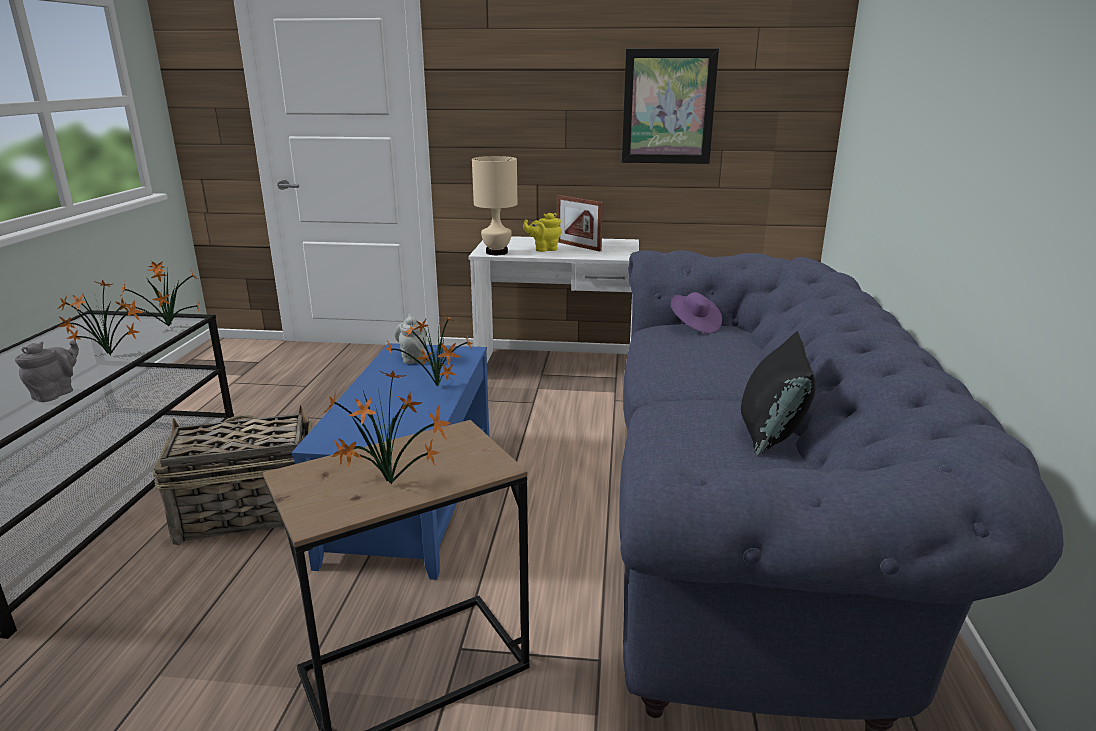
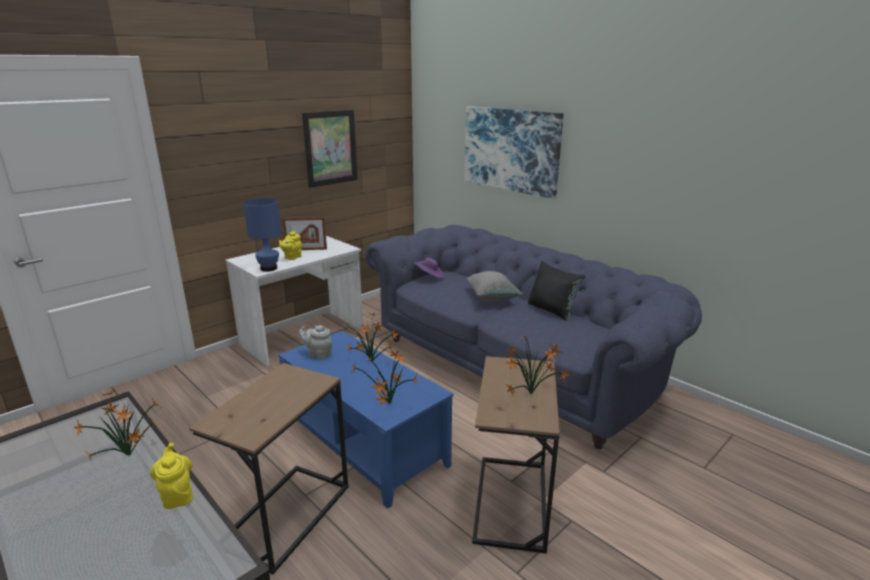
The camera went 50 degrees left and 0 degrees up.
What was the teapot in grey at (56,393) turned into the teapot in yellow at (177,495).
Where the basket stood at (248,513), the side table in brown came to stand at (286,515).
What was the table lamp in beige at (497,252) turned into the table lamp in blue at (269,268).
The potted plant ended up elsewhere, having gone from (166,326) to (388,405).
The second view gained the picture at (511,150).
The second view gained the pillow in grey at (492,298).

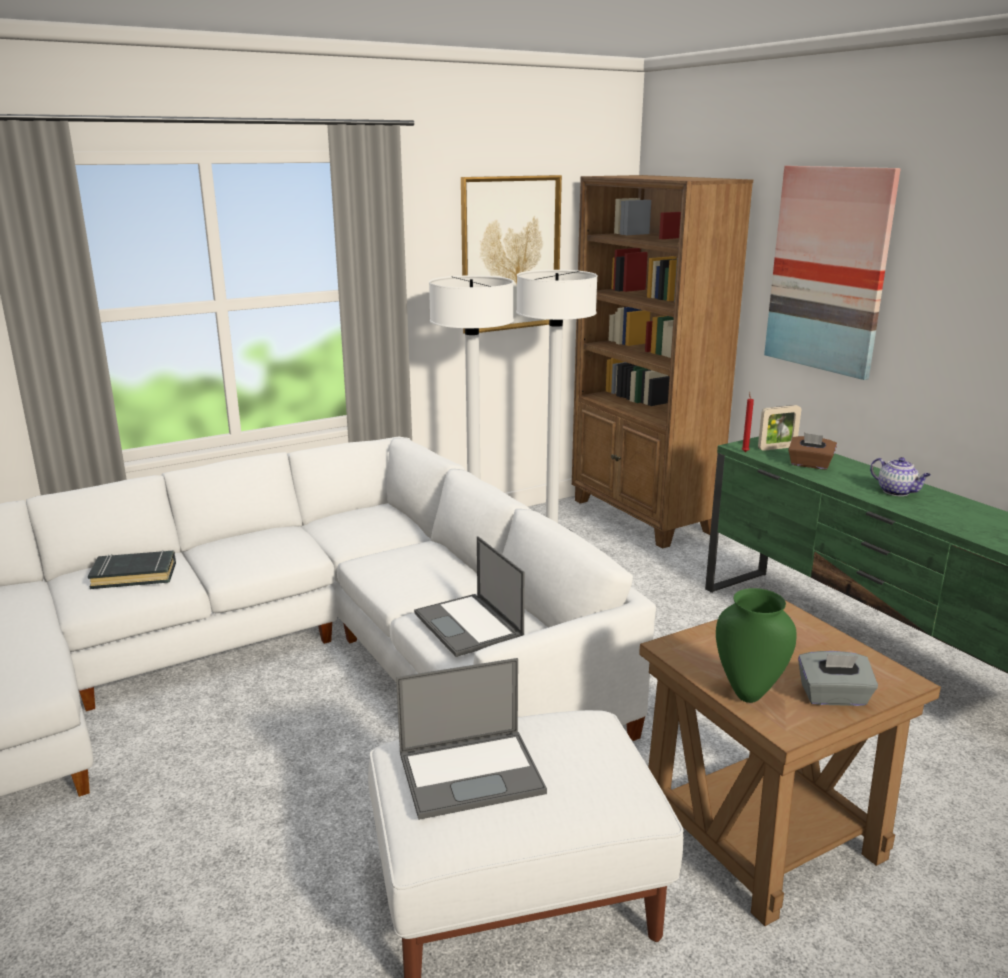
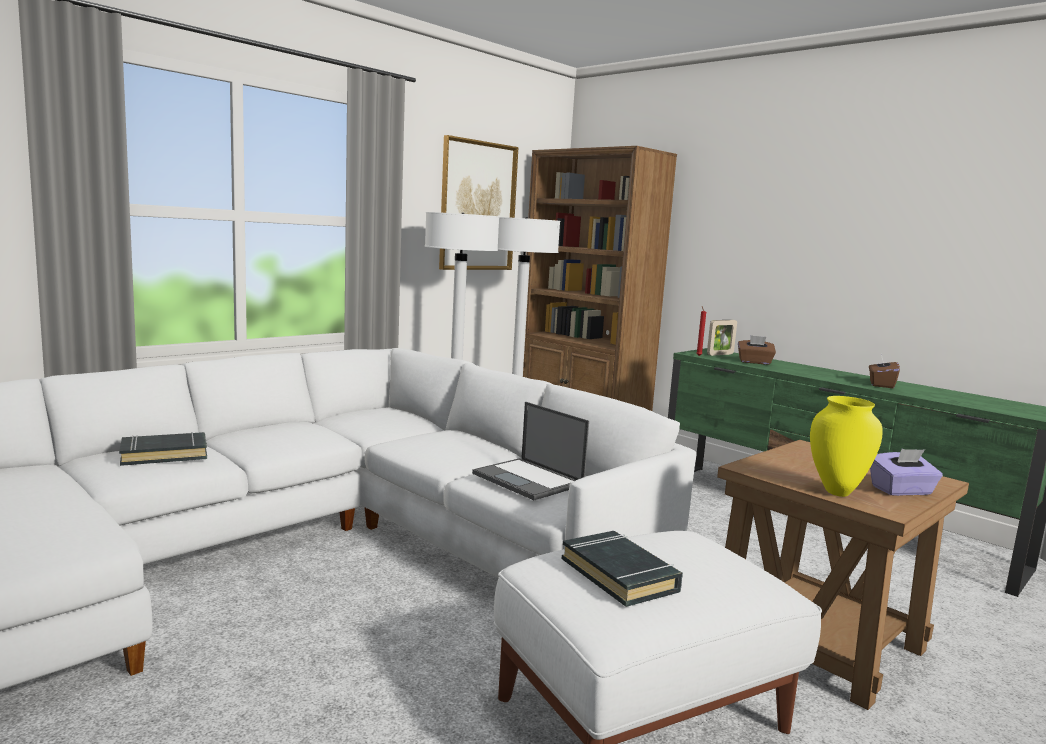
The camera went 15 degrees left and 10 degrees down.
Where the laptop stood at (472,772), the book in black came to stand at (620,575).
What was the vase in green at (749,693) turned into the vase in yellow at (836,491).
The second view gained the tissue box in brown at (881,385).
What was the tissue box in grey at (833,697) turned into the tissue box in purple at (901,491).
The second view lost the picture at (828,270).
The second view lost the teapot at (897,492).

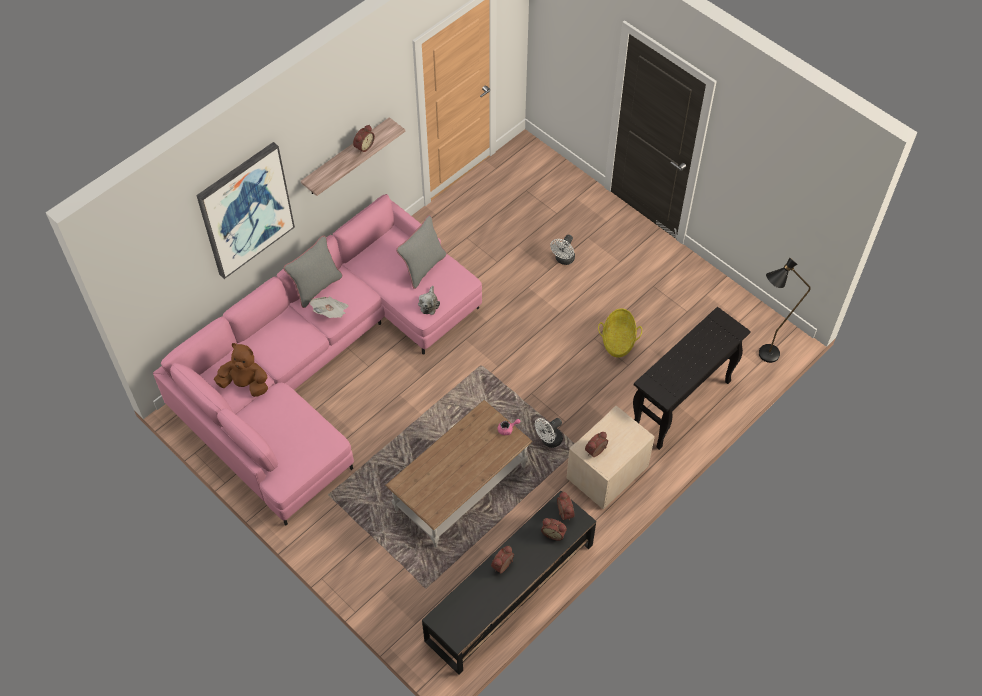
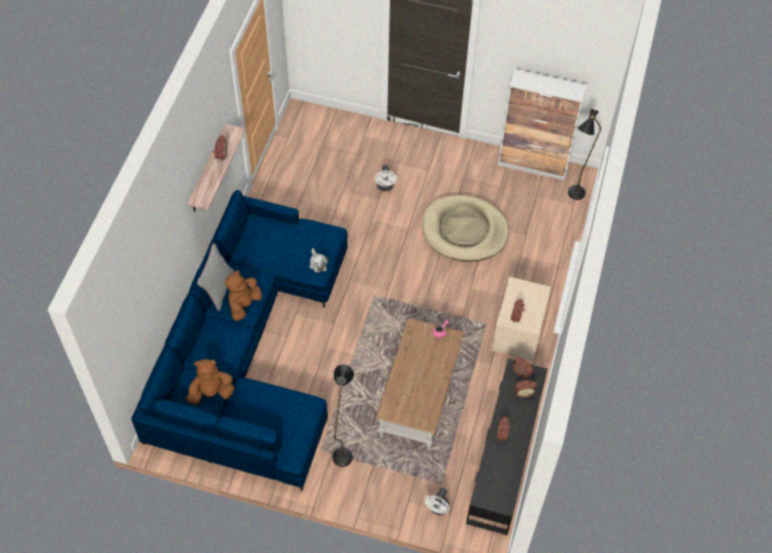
The camera went 30 degrees left and 0 degrees up.
What was the sofa in pink at (321,365) turned into the sofa in blue at (248,353).
Where the newspaper stood at (331,312), the plush toy in brown came to stand at (244,304).
The second view gained the floor lamp in black at (343,450).
Where the basket stood at (618,341), the dog bed in beige came to stand at (464,231).
The fan in white ended up elsewhere, having gone from (549,441) to (438,509).
The second view gained the cabinet at (533,164).
The second view lost the picture at (245,210).
The second view lost the pillow in grey at (423,268).
The second view lost the console table in black at (681,405).

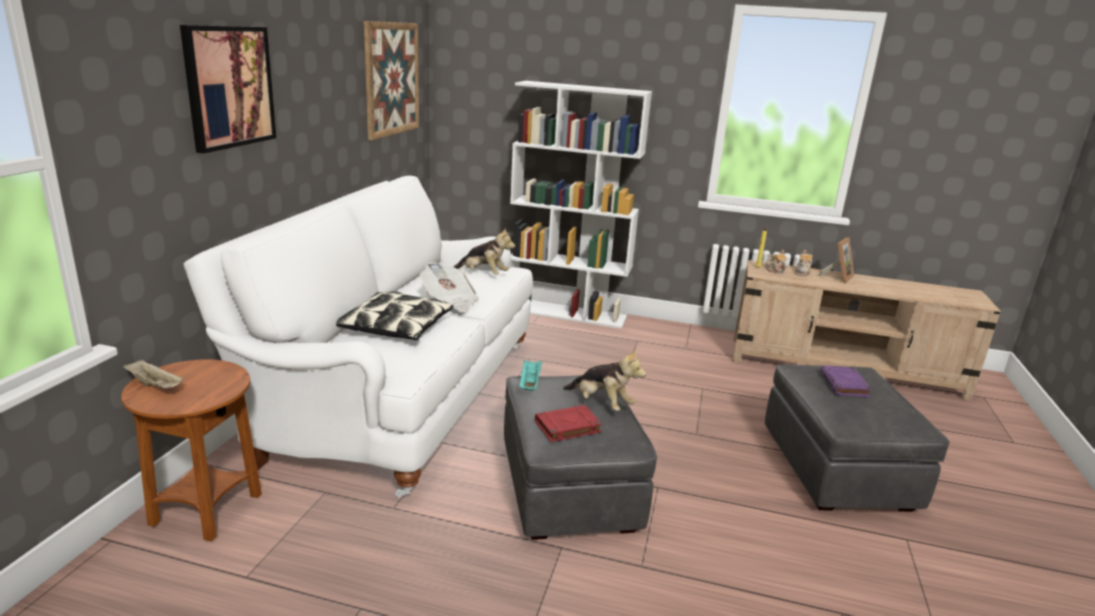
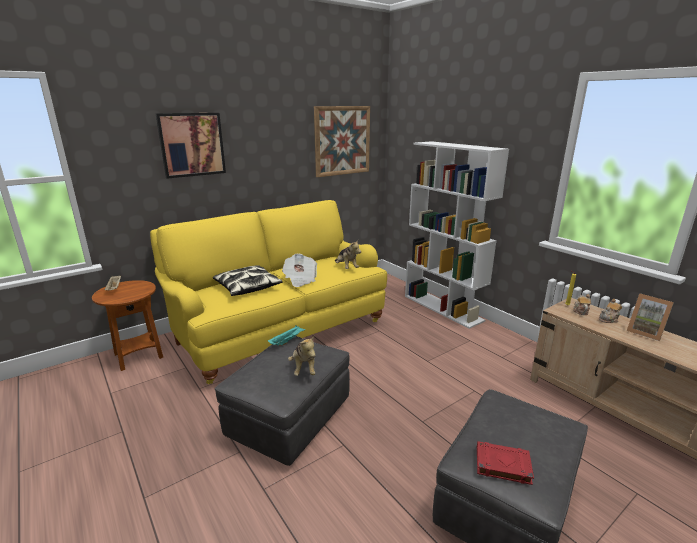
The camera went 40 degrees right and 0 degrees up.
What was the sofa in white at (396,396) turned into the sofa in yellow at (279,329).
The book in red ended up elsewhere, having gone from (567,427) to (502,465).
The picture frame at (837,277) ended up facing another way, 60 degrees clockwise from before.
The second view lost the book in purple at (844,385).

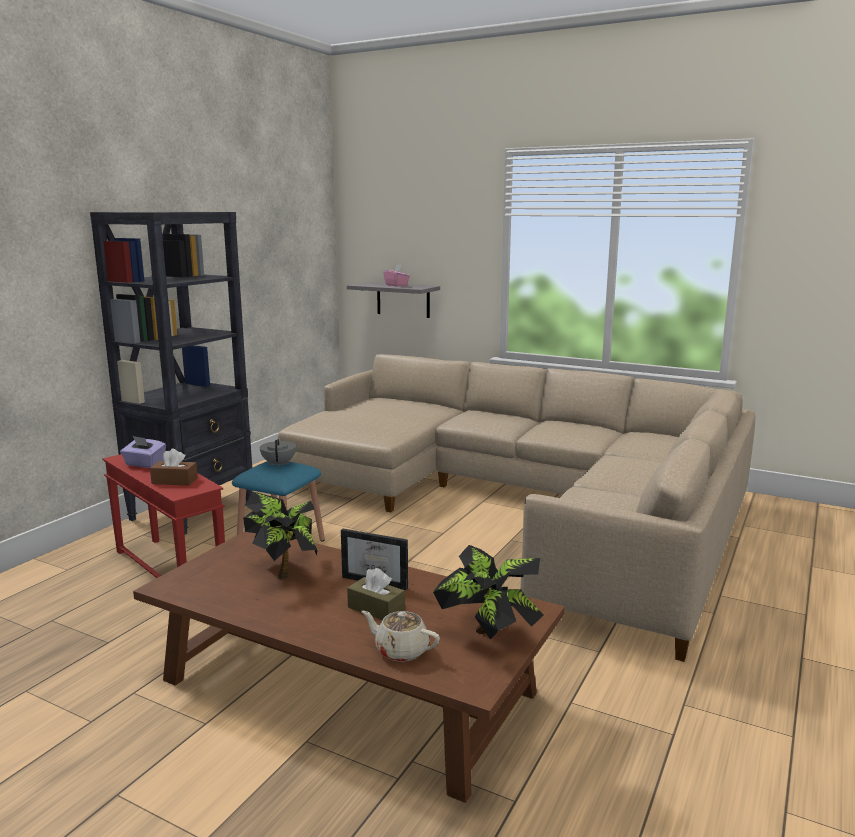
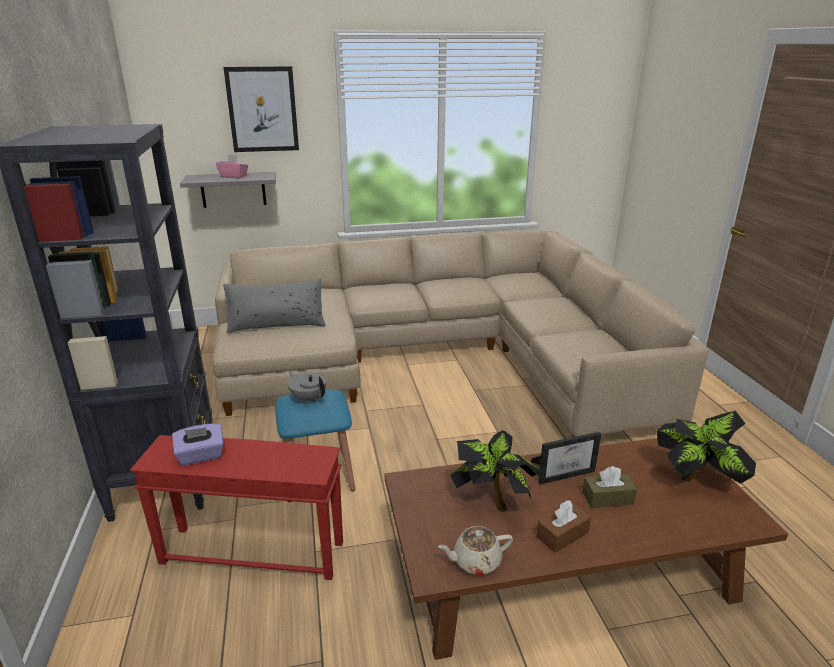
The camera went 40 degrees left and 10 degrees up.
The second view gained the picture at (262,109).
The second view gained the pillow in grey at (276,324).
The teapot in beige ended up elsewhere, having gone from (400,650) to (475,561).
The tissue box in brown ended up elsewhere, having gone from (174,481) to (562,535).

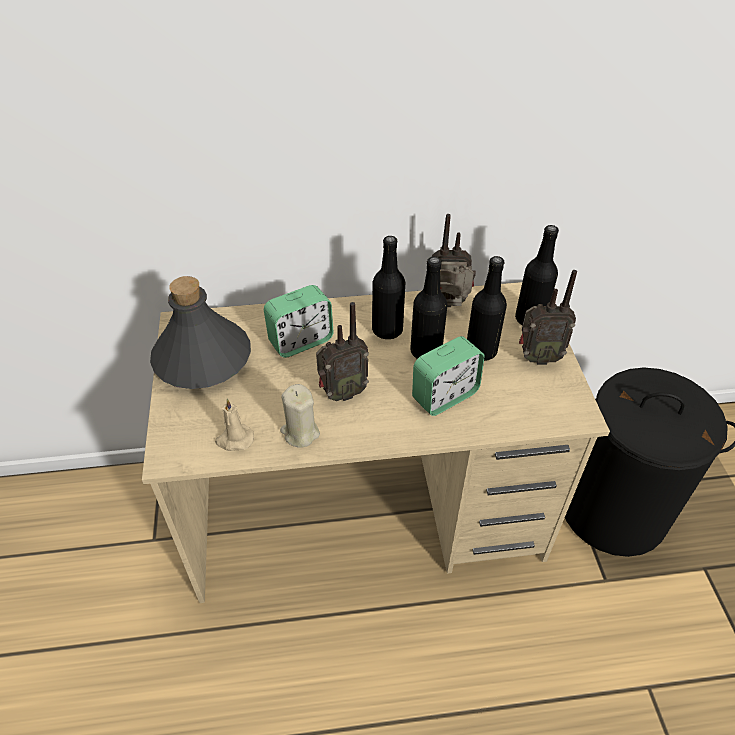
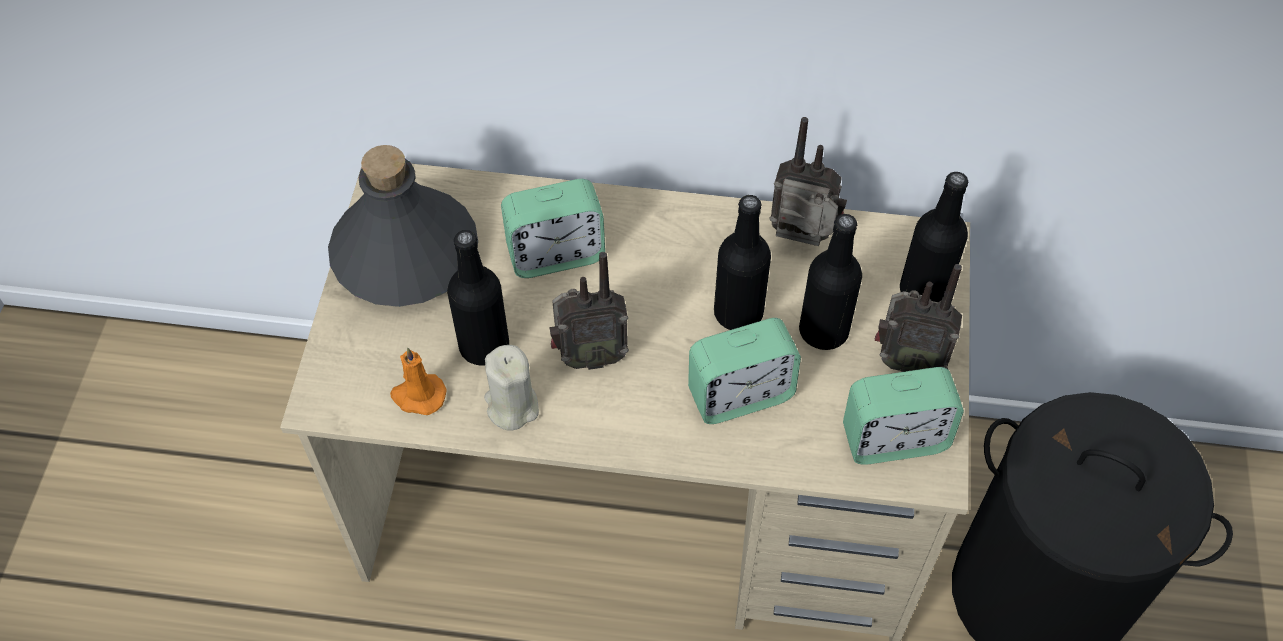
The camera went 15 degrees right and 10 degrees up.
What was the candle in beige at (234,439) turned into the candle in orange at (418,396).
The bottle in black ended up elsewhere, having gone from (387,330) to (484,346).
The second view gained the alarm clock at (894,438).

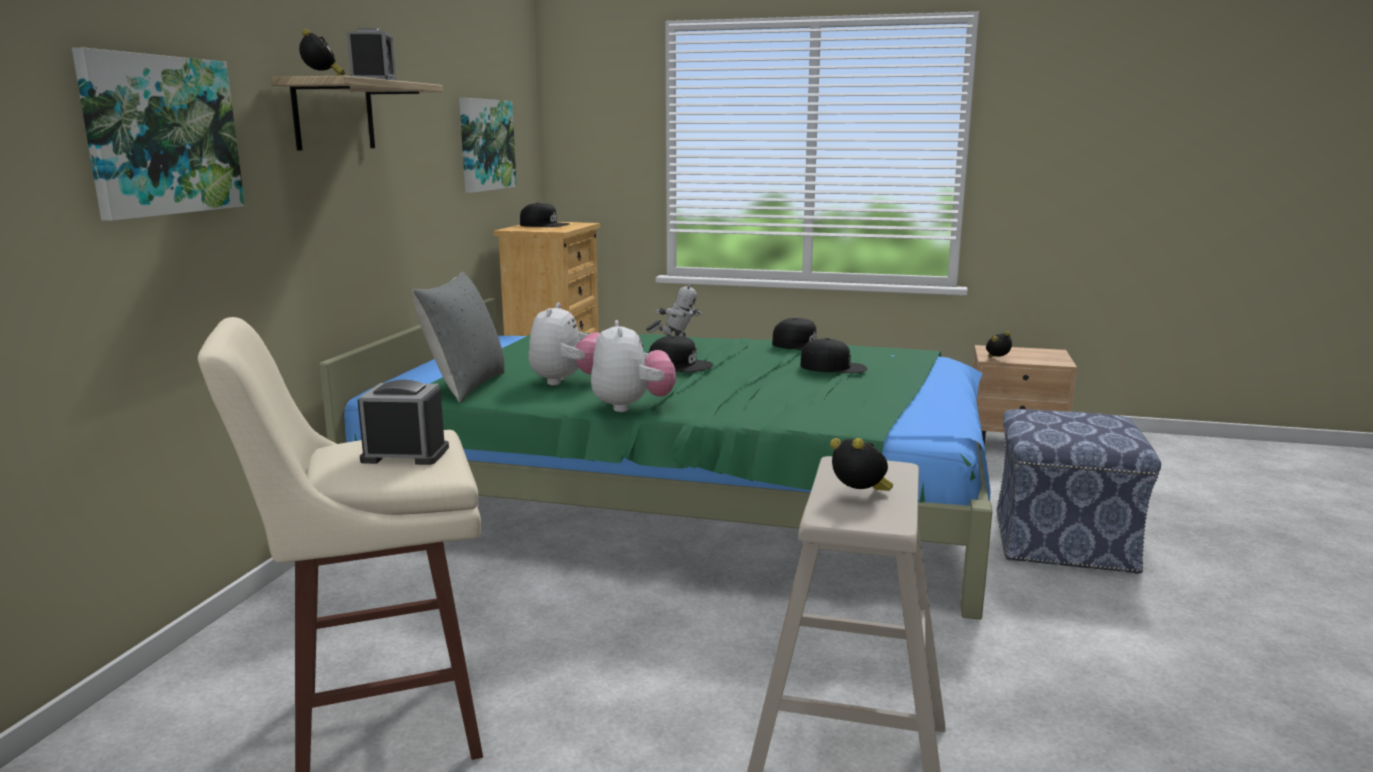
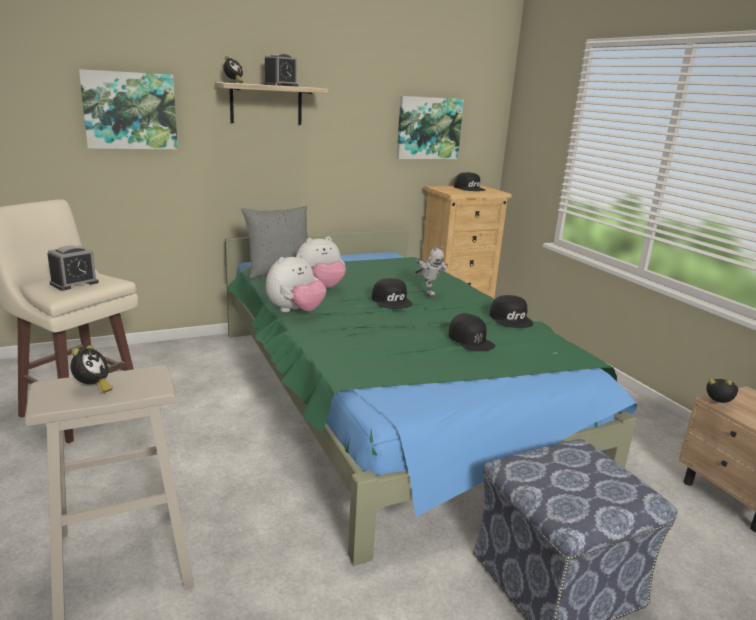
The camera went 50 degrees right and 5 degrees up.
The alarm clock at (405,454) ended up facing another way, 75 degrees clockwise from before.

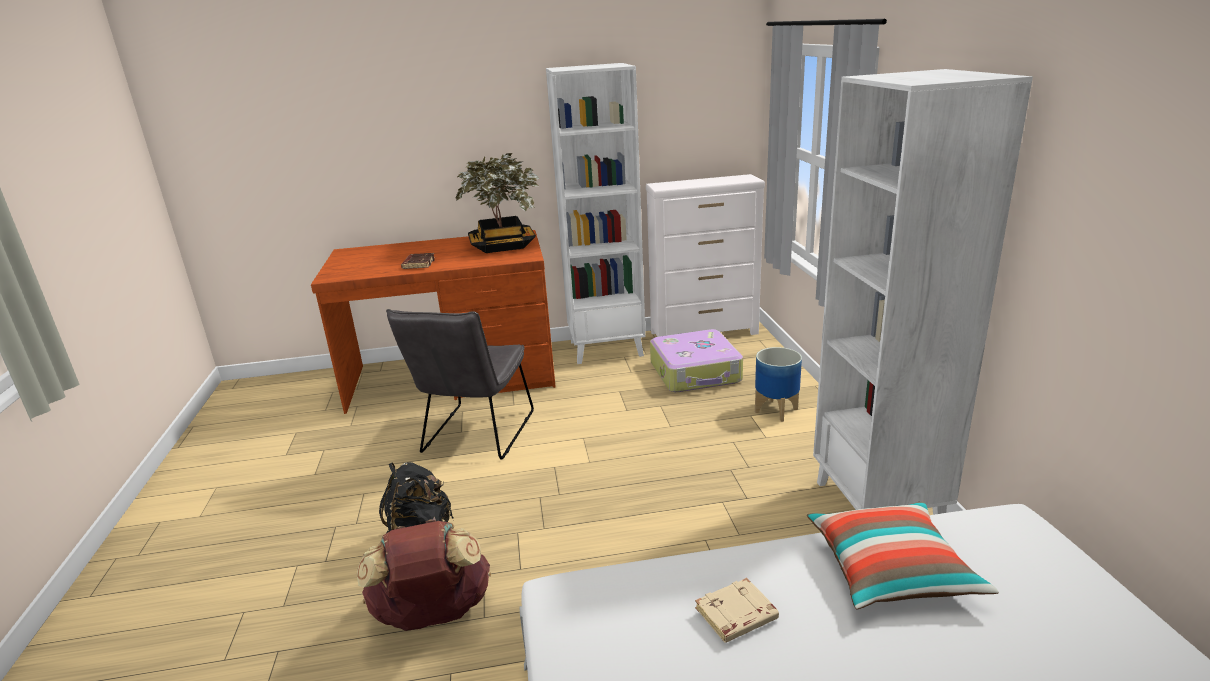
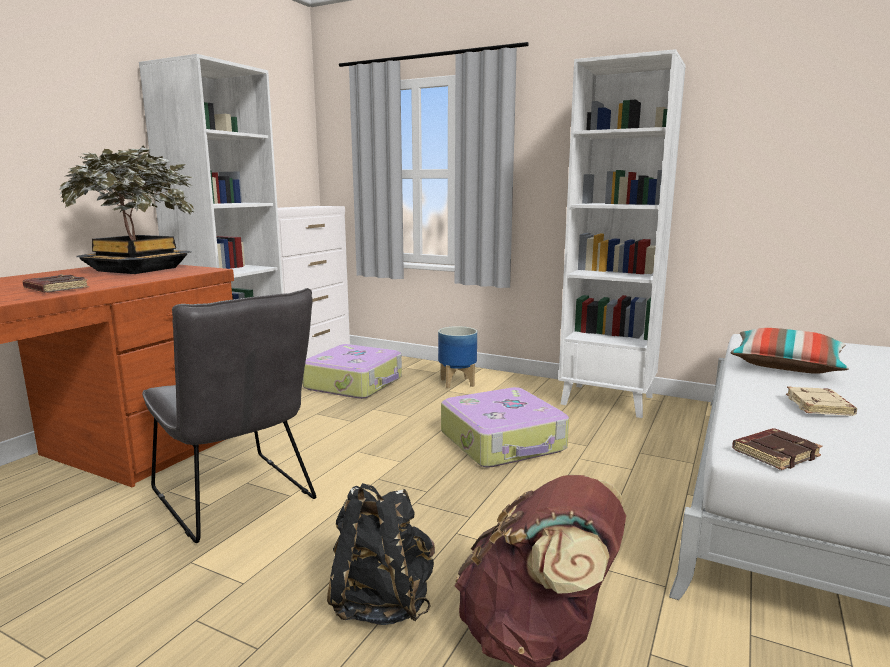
The camera went 55 degrees left and 10 degrees down.
The second view gained the suitcase at (503,442).
The second view gained the book in brown at (774,453).

